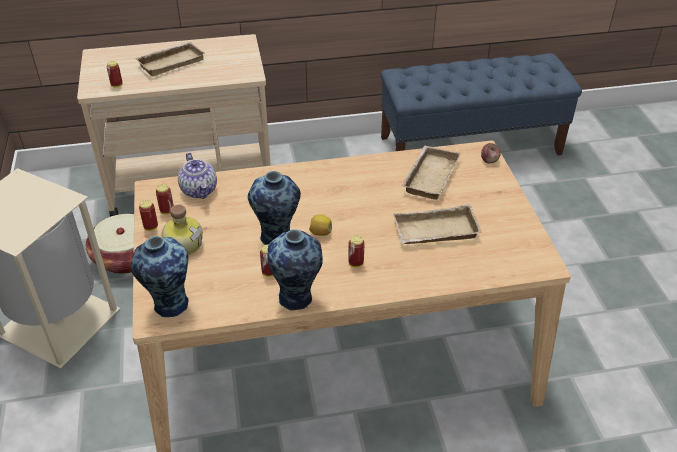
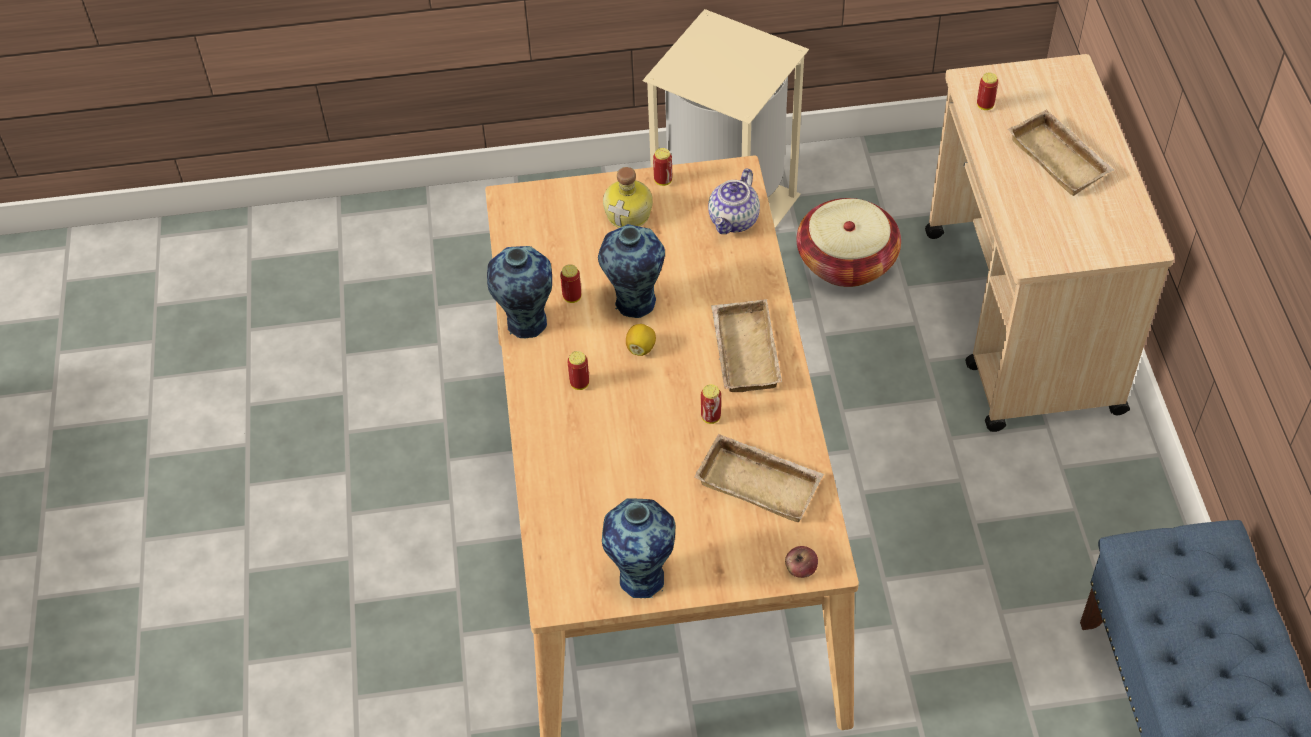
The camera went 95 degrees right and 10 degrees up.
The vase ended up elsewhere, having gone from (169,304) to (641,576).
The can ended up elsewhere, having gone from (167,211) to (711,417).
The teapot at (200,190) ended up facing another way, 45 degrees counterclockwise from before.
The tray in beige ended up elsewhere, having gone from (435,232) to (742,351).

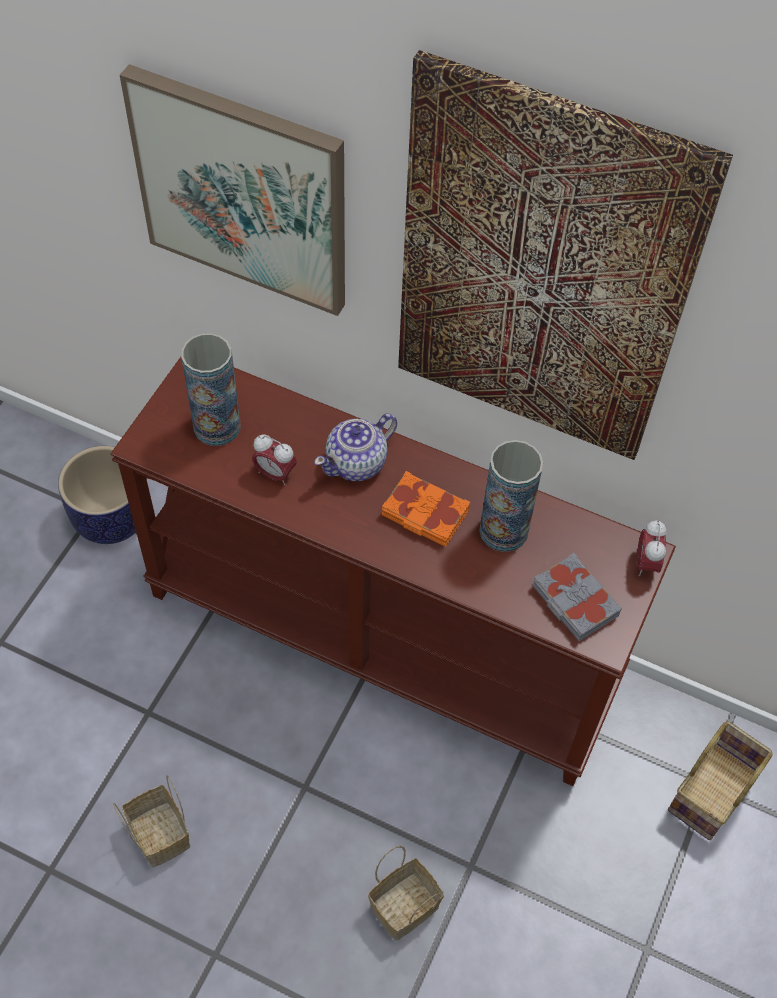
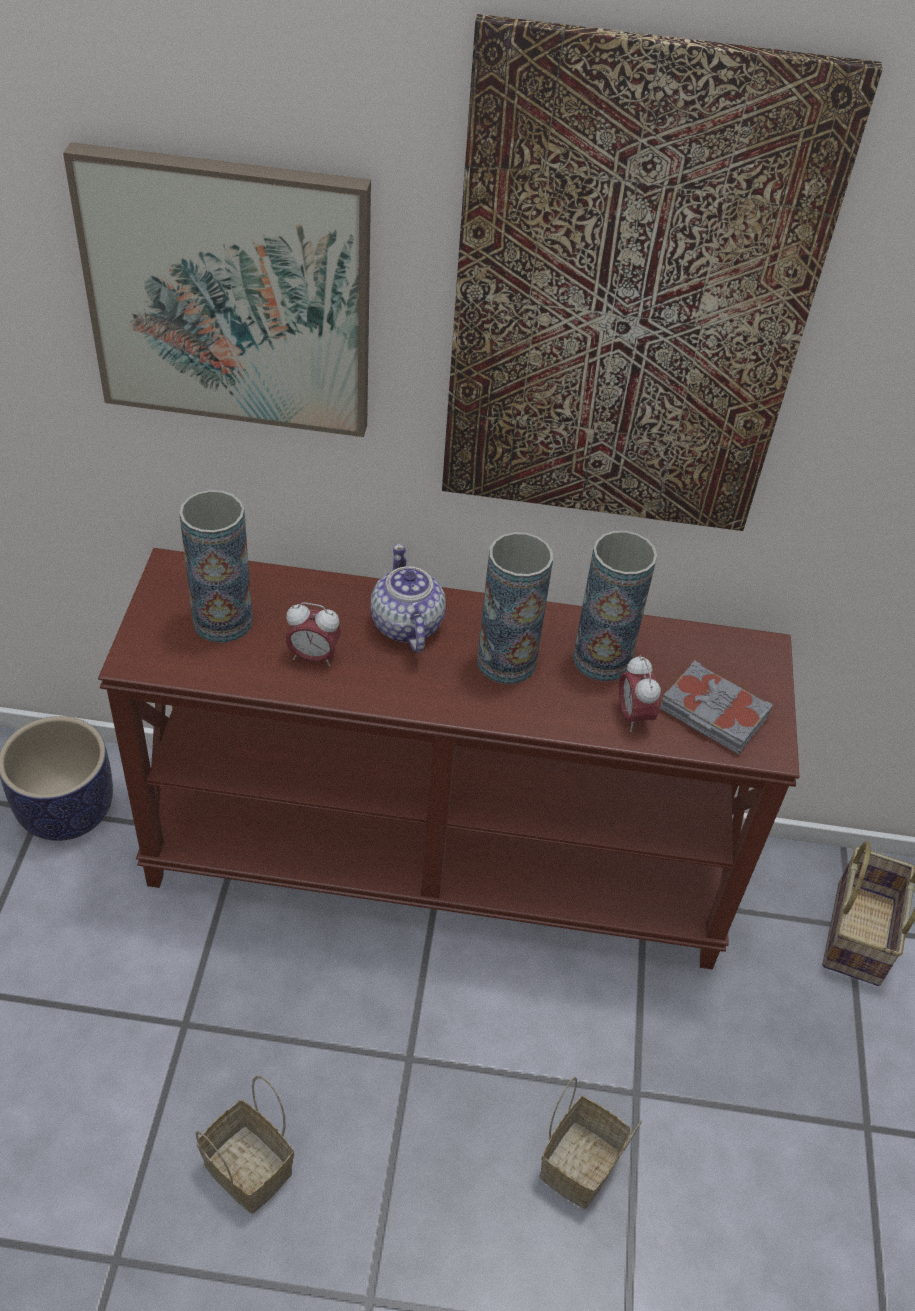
The camera went 20 degrees left and 10 degrees down.
The teapot at (357,463) ended up facing another way, 135 degrees clockwise from before.
Where the book in orange stood at (424,514), the vase came to stand at (506,662).
The alarm clock ended up elsewhere, having gone from (646,563) to (633,716).

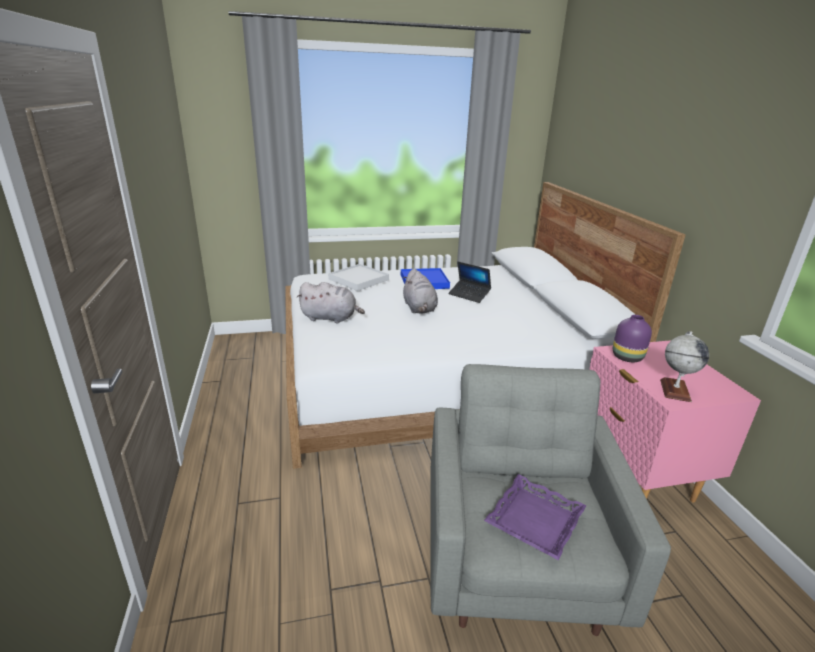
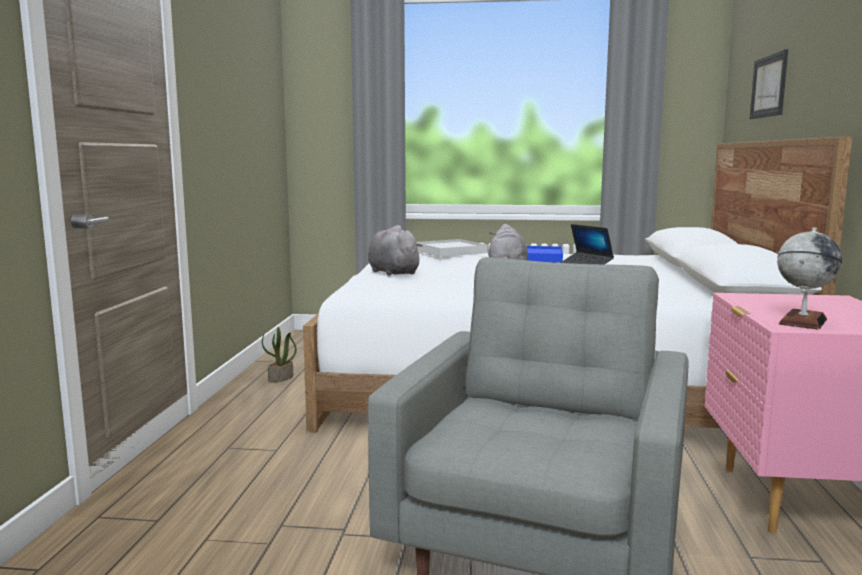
The camera went 20 degrees right and 15 degrees down.
The second view gained the potted plant at (281,378).
The plush toy in grey at (331,318) ended up facing another way, 150 degrees counterclockwise from before.
The second view gained the picture at (769,86).
The second view lost the tray in purple at (535,521).
The second view lost the vase in purple at (626,357).

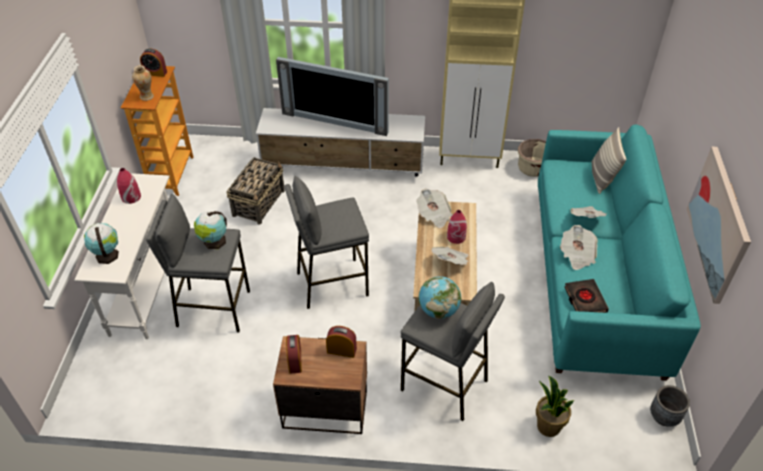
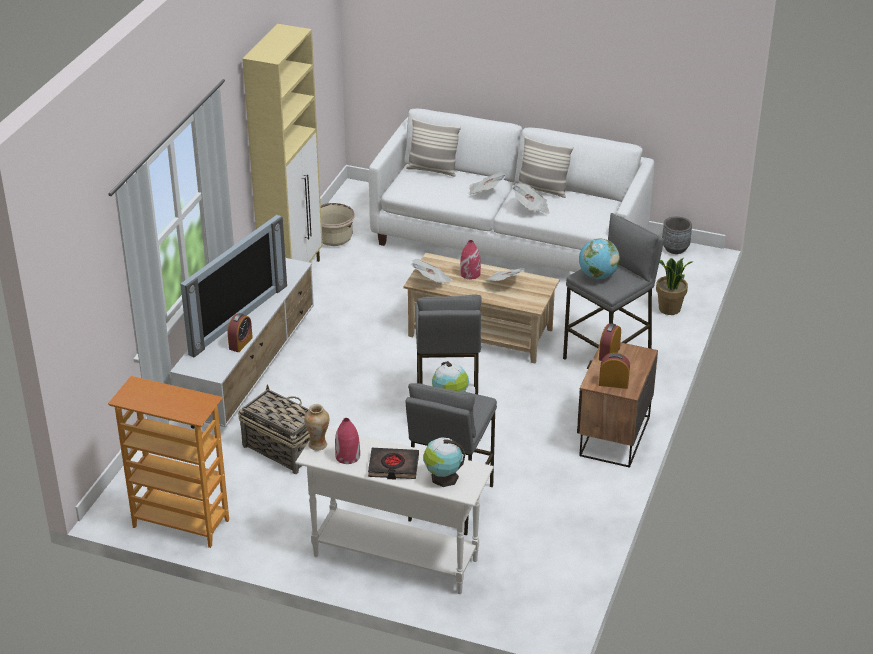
The camera went 75 degrees left and 10 degrees down.
The alarm clock ended up elsewhere, having gone from (155,73) to (240,343).
The vase ended up elsewhere, having gone from (147,97) to (318,444).
The book in black ended up elsewhere, having gone from (585,300) to (393,466).
What was the sofa in turquoise at (595,278) turned into the sofa in white at (509,241).
The second view gained the pillow at (542,190).
The second view lost the picture at (719,223).

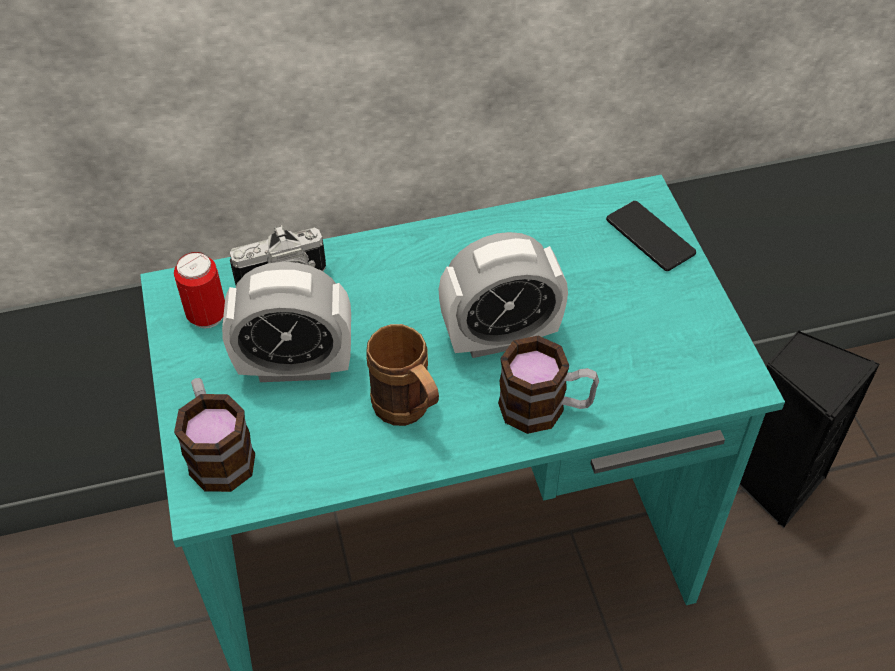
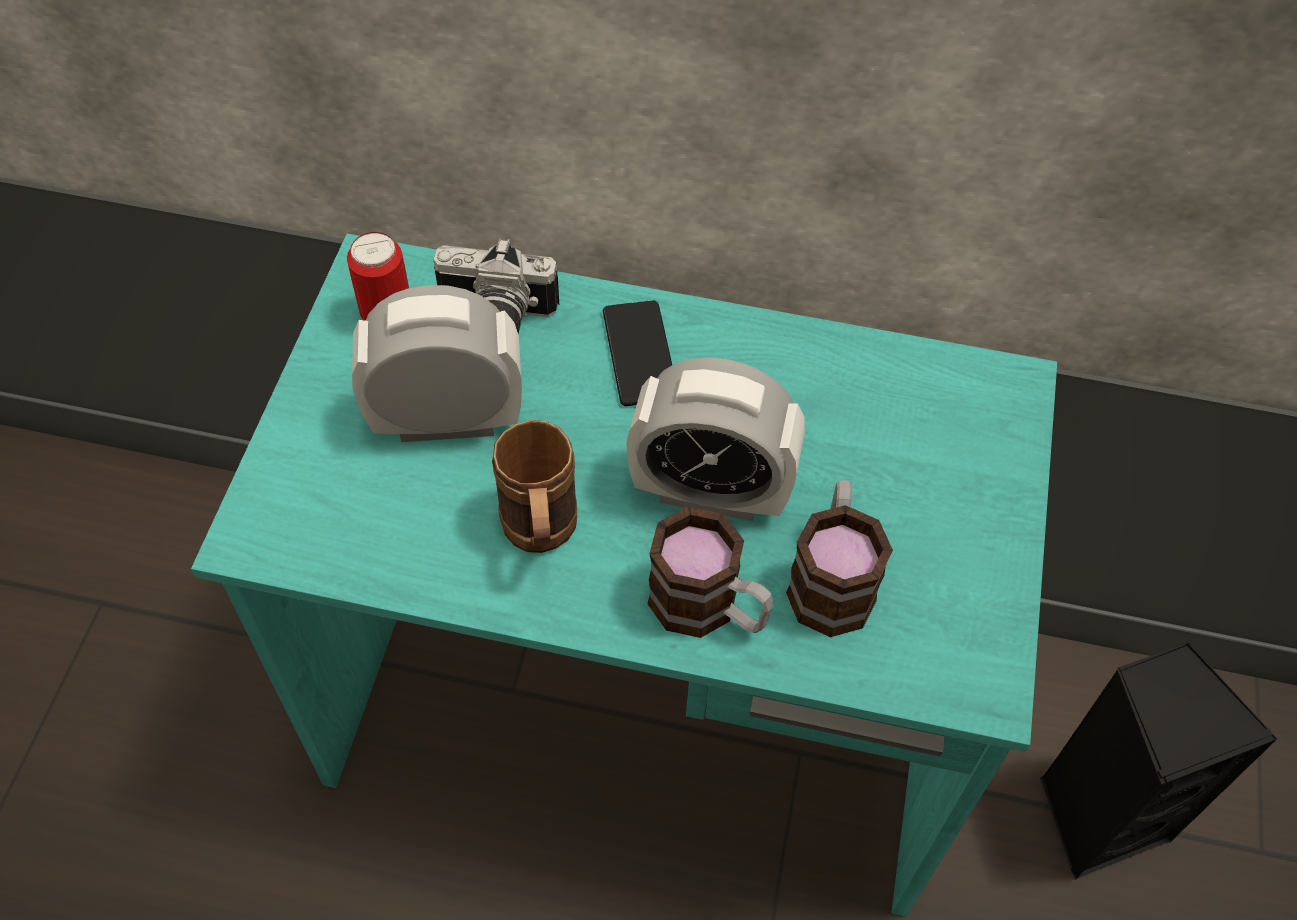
The camera went 25 degrees right and 5 degrees up.
The alarm clock at (295,366) ended up facing another way, 150 degrees clockwise from before.
The phone ended up elsewhere, having gone from (650,237) to (639,354).
The mug ended up elsewhere, having gone from (218,452) to (831,578).

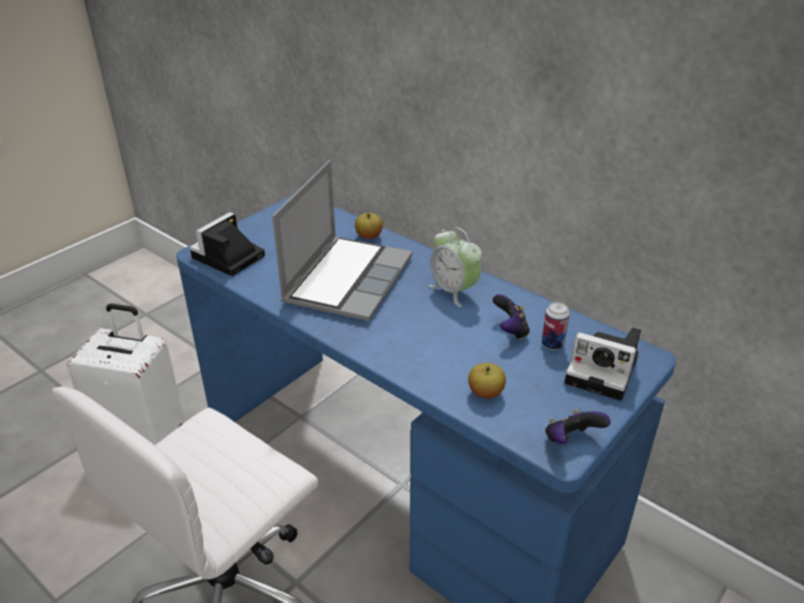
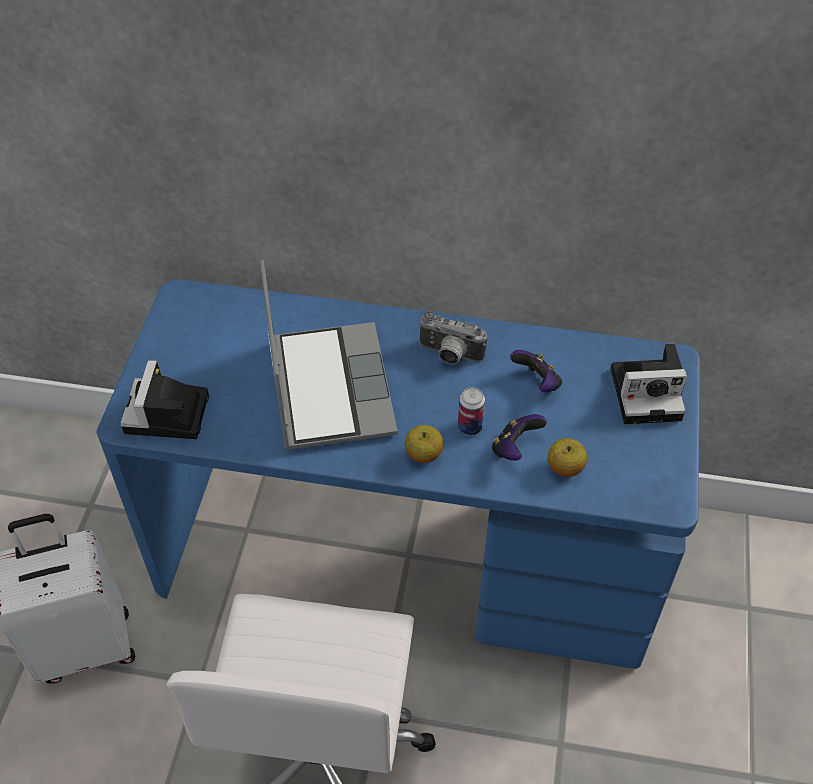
The camera went 30 degrees left and 15 degrees up.
The apple ended up elsewhere, having gone from (369,236) to (423,454).
Where the alarm clock stood at (454,291), the photo camera came to stand at (449,355).
The can ended up elsewhere, having gone from (552,344) to (470,427).
The game controller ended up elsewhere, having gone from (571,440) to (515,448).

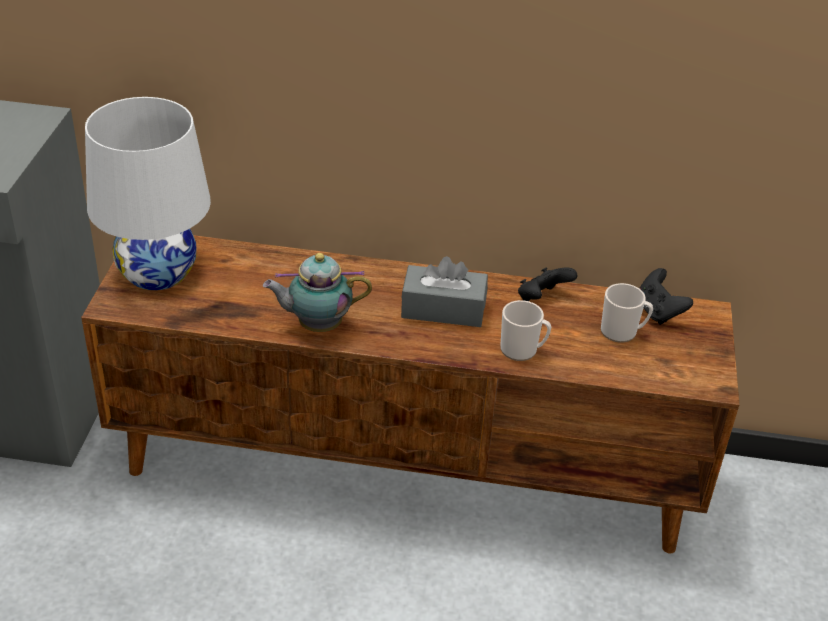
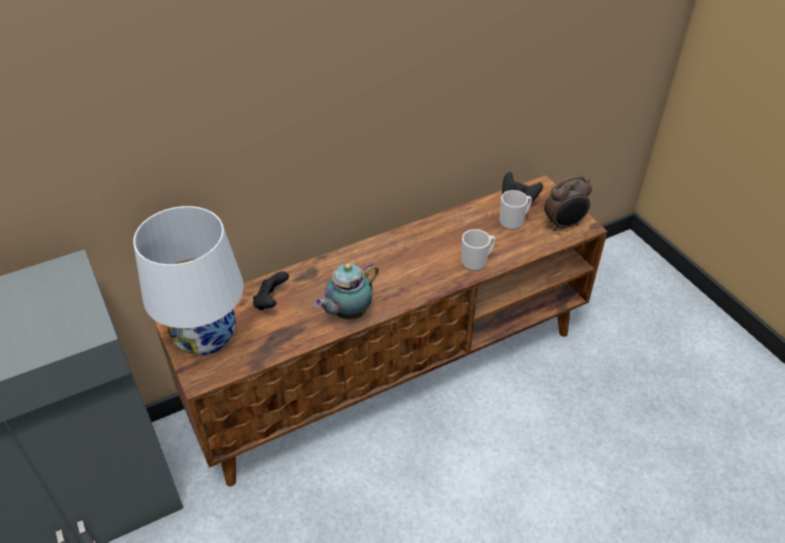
The camera went 35 degrees left and 5 degrees up.
The game controller in black ended up elsewhere, having gone from (542,299) to (271,302).
The second view gained the alarm clock at (564,225).
The second view lost the tissue box in grey at (443,309).

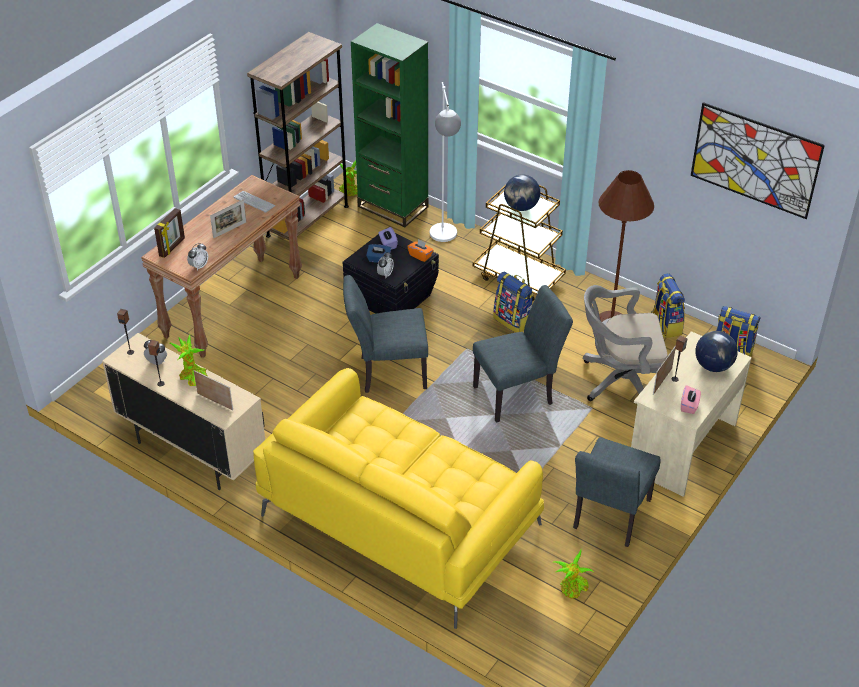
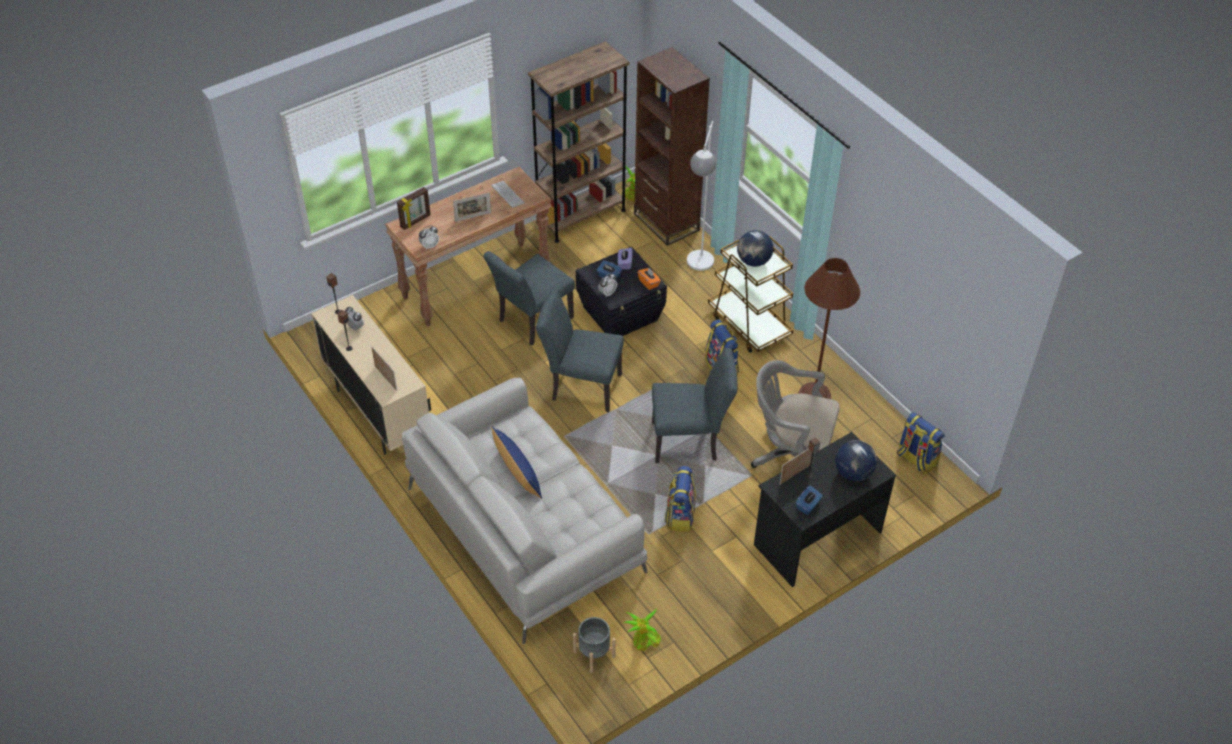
The camera went 20 degrees right and 5 degrees up.
What was the sofa in yellow at (398,519) turned into the sofa in grey at (523,528).
The chair in grey ended up elsewhere, having gone from (609,518) to (531,322).
The second view gained the pillow in blue at (517,473).
The second view gained the planter in grey at (594,653).
What was the bookcase in green at (393,207) turned into the bookcase in brown at (666,222).
The backpack ended up elsewhere, having gone from (665,325) to (680,515).
What was the desk in beige at (681,446) turned into the desk in black at (816,537).
What was the tissue box in pink at (689,406) turned into the tissue box in blue at (808,505).
The second view lost the potted plant at (192,377).
The second view lost the picture at (755,160).

